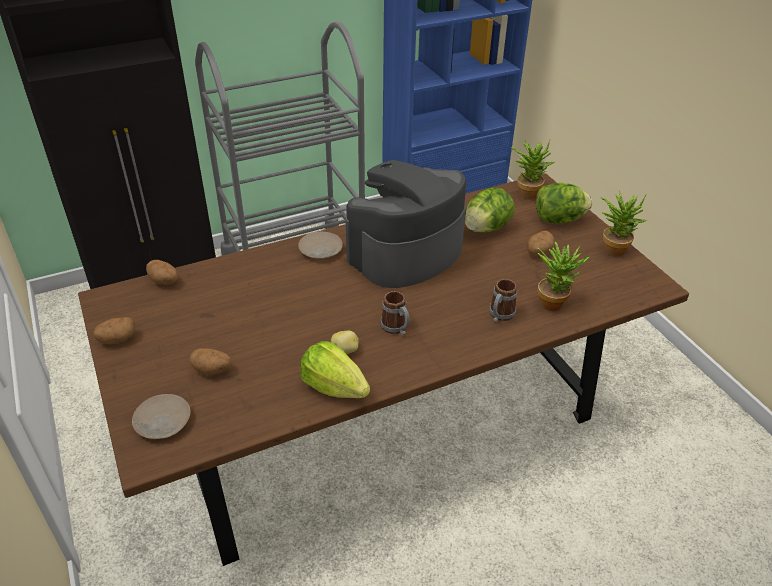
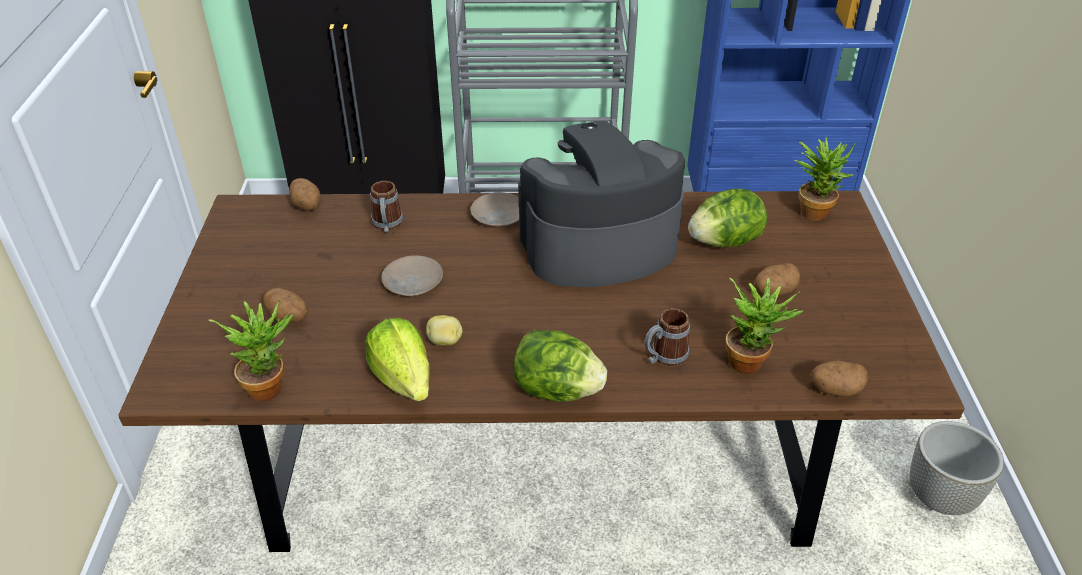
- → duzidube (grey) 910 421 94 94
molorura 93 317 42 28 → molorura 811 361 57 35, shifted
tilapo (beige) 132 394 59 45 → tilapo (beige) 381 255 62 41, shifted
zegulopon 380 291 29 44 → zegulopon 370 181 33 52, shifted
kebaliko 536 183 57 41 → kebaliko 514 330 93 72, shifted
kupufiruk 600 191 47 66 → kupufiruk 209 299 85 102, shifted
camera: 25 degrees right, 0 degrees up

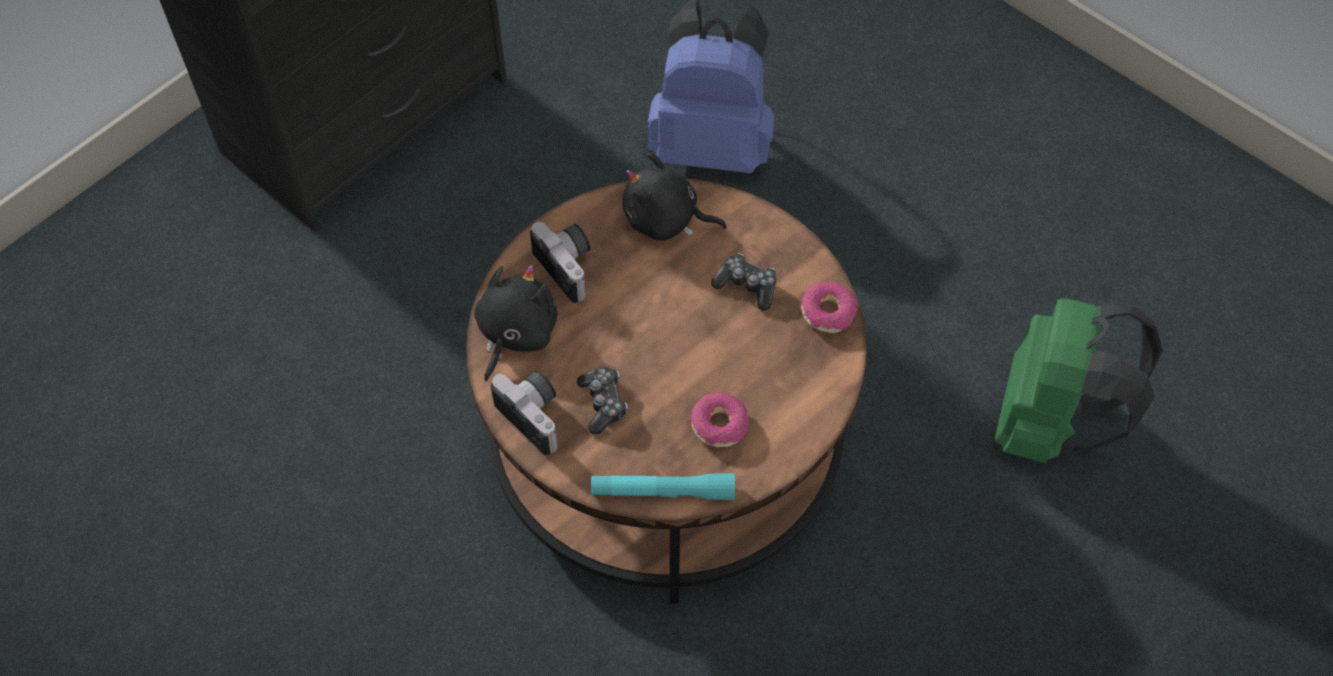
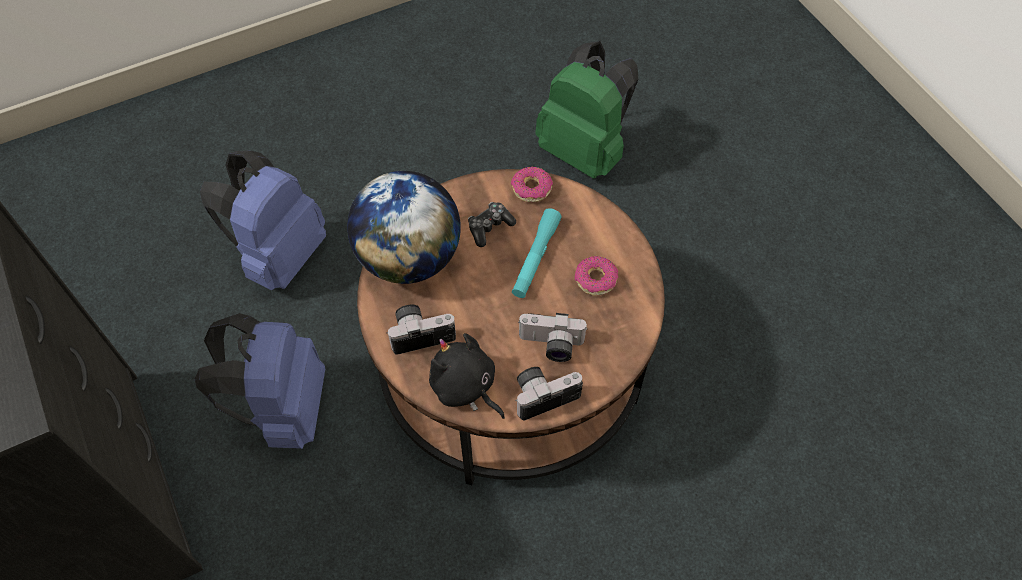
- → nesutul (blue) 195 313 130 136
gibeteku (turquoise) 591 473 144 27 → gibeteku (turquoise) 512 208 50 90, shifted
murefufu 577 367 51 67 → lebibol 519 313 68 49
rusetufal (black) 622 153 105 88 → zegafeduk 347 171 114 113
camera: 70 degrees left, 0 degrees up

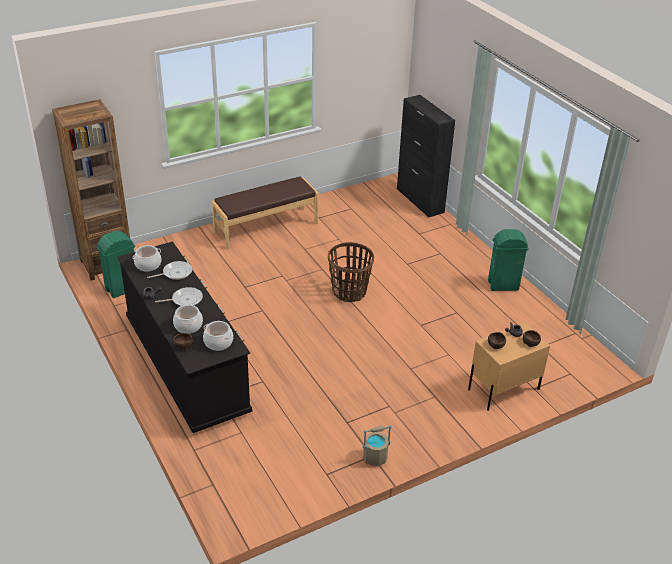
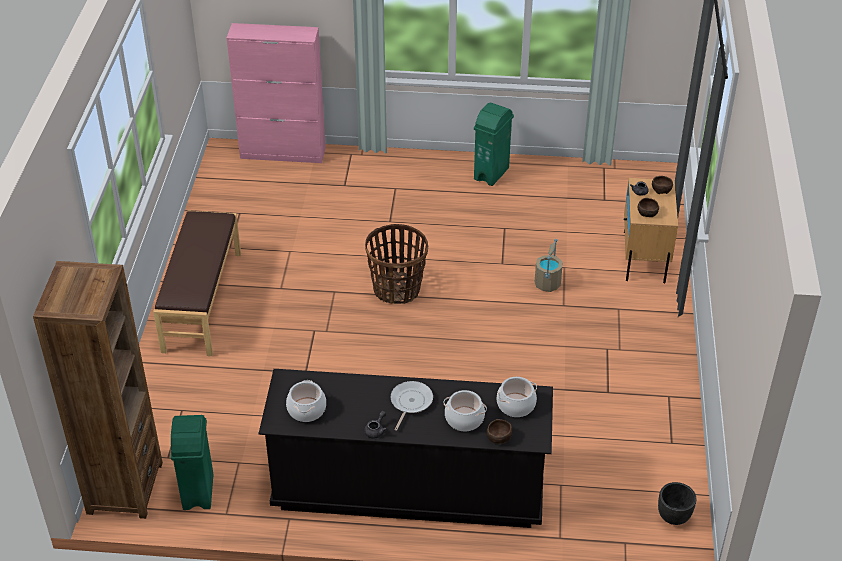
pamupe 147 261 46 19 → -
- → duzidube (black) 658 482 38 43
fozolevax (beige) 362 425 30 41 → fozolevax (beige) 535 239 28 53, shifted
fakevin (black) 397 95 58 122 → fakevin (pink) 227 23 99 140
camera: 55 degrees left, 5 degrees up

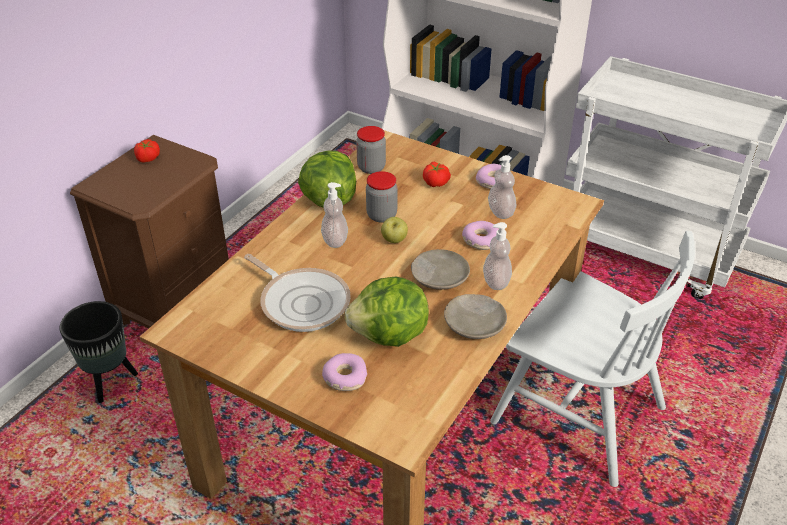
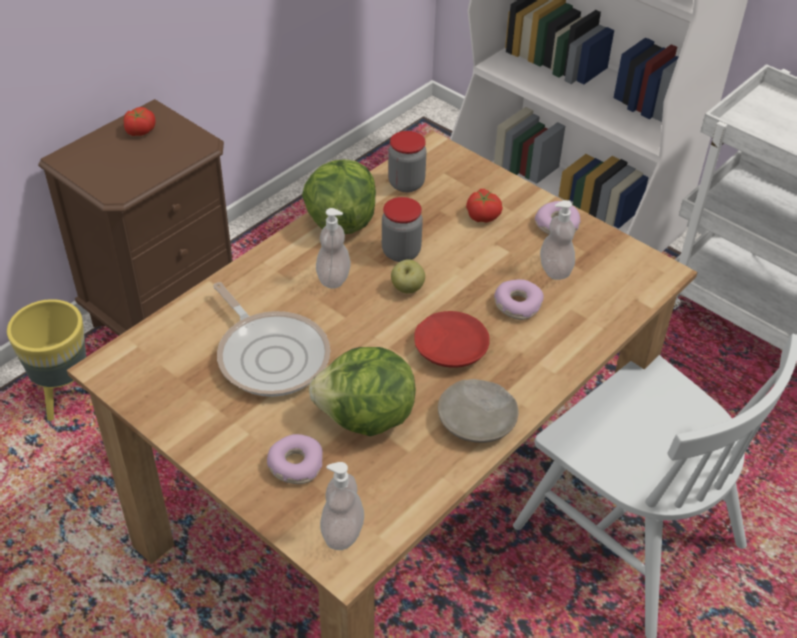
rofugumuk 483 222 29 68 → rofugumuk 320 462 44 88, shifted
duzidube (black) 59 301 79 102 → duzidube (yellow) 7 299 79 122
tilapo (beige) 411 249 59 41 → tilapo (red) 414 311 76 57
camera: 10 degrees right, 5 degrees up

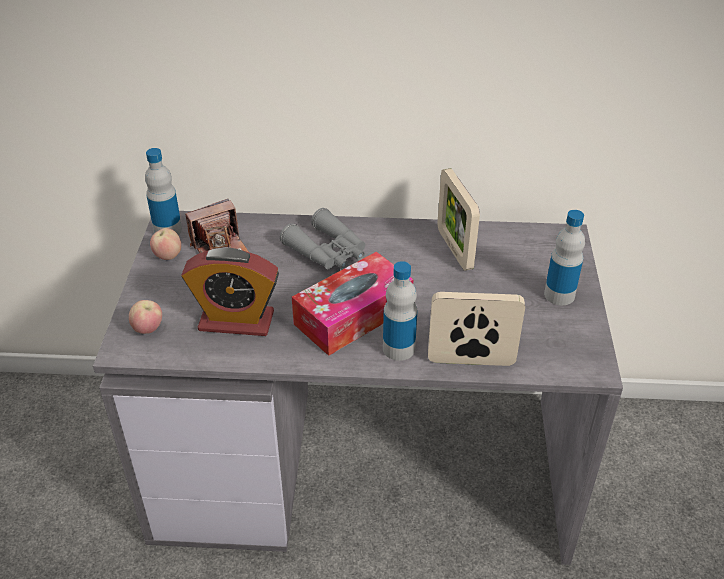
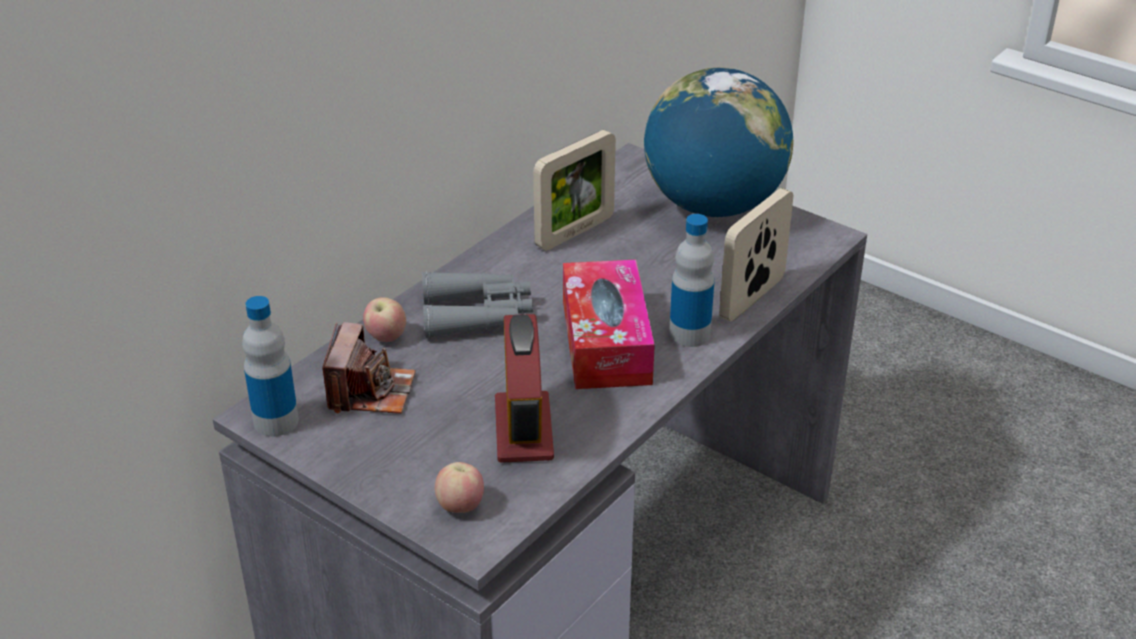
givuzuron 150 228 31 32 → givuzuron 363 297 43 45, shifted
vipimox 544 210 41 95 → zegafeduk 644 68 150 149
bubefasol 182 247 97 89 → bubefasol 495 314 59 149, 45 degrees counterclockwise
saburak 437 168 43 103 → saburak 533 130 83 120, 60 degrees counterclockwise
camera: 55 degrees left, 5 degrees down

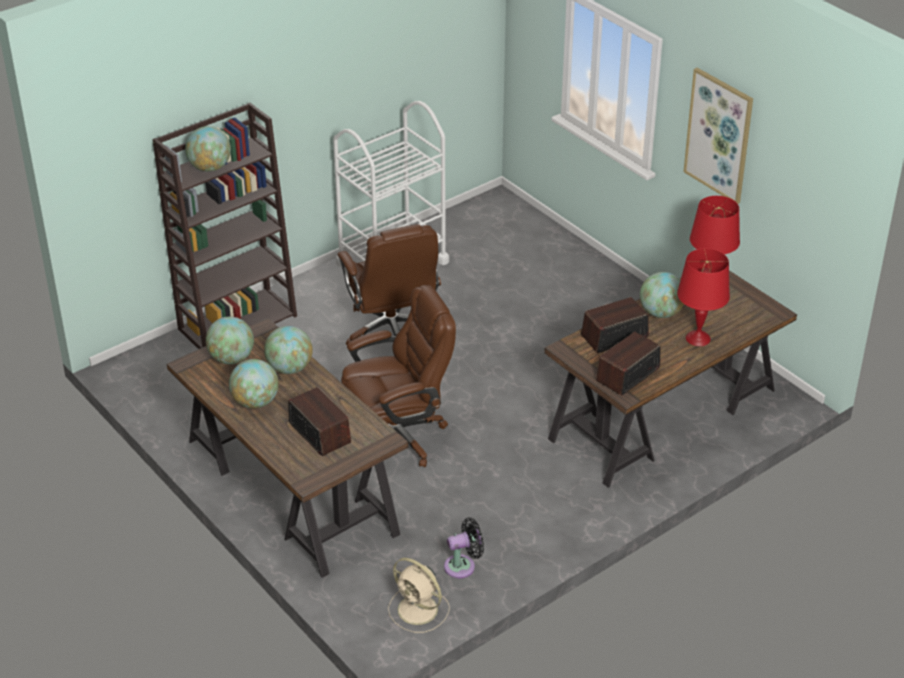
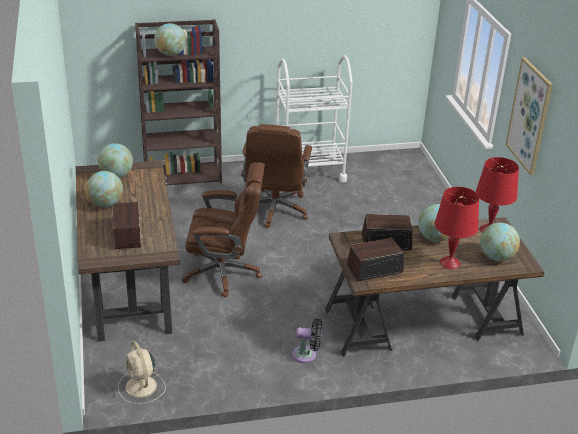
zegafeduk 264 326 49 48 → zegafeduk 480 223 40 38, shifted
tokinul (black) 444 517 40 61 → tokinul (black) 292 319 30 44, shifted
camera: 25 degrees right, 5 degrees down

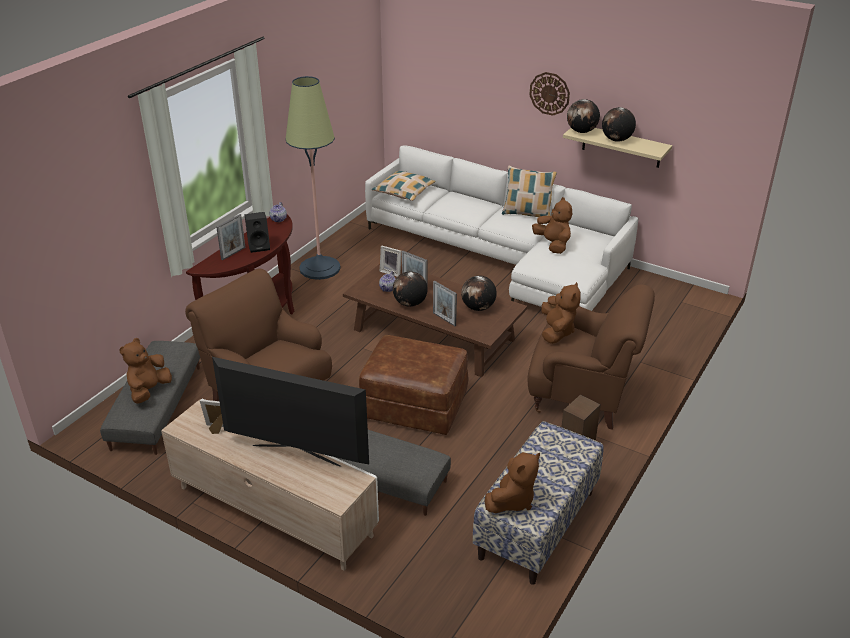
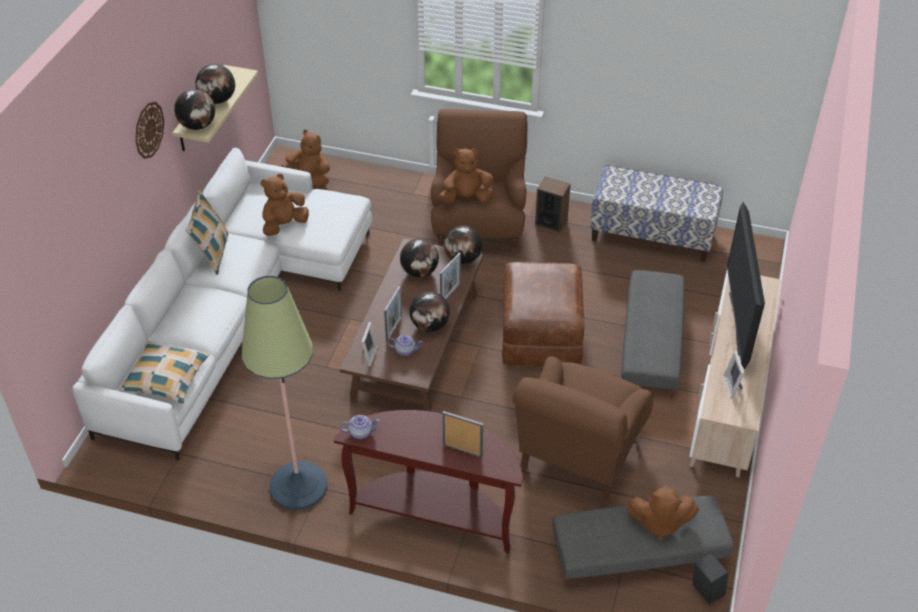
- → zegafeduk 444 225 38 39
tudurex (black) 245 212 25 41 → tudurex (black) 693 553 35 51, shifted
rusetufal (brown) 485 452 55 61 → rusetufal (brown) 282 130 48 57, shifted
camera: 105 degrees left, 10 degrees up

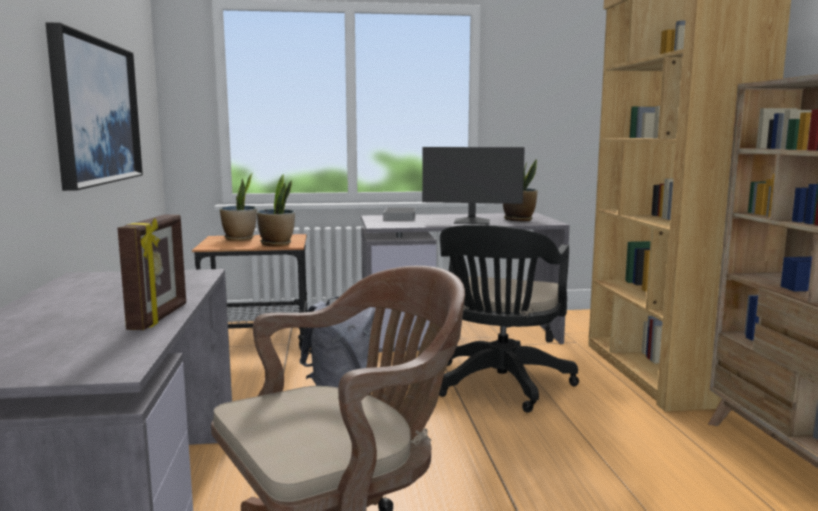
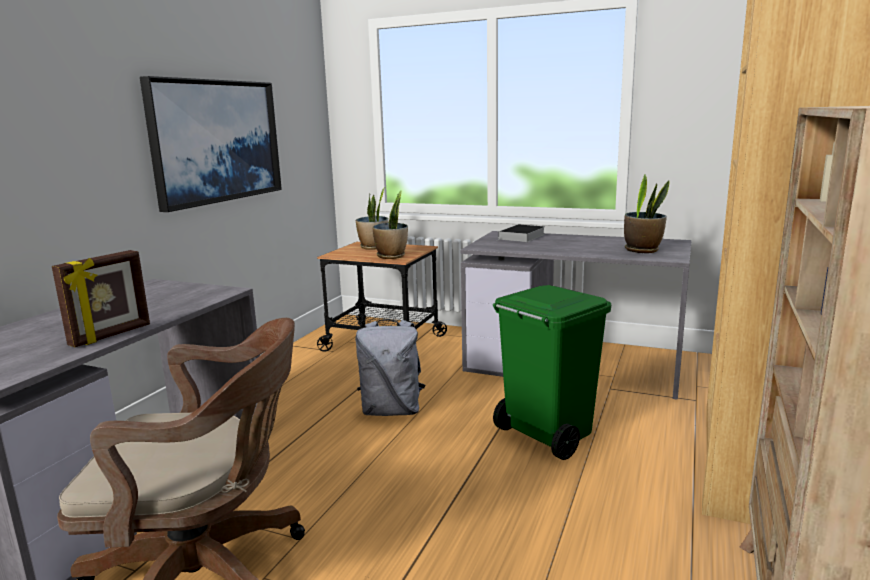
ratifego 422 147 103 77 → -
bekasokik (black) 439 224 140 188 → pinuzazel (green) 493 285 118 175
camera: 30 degrees right, 5 degrees up

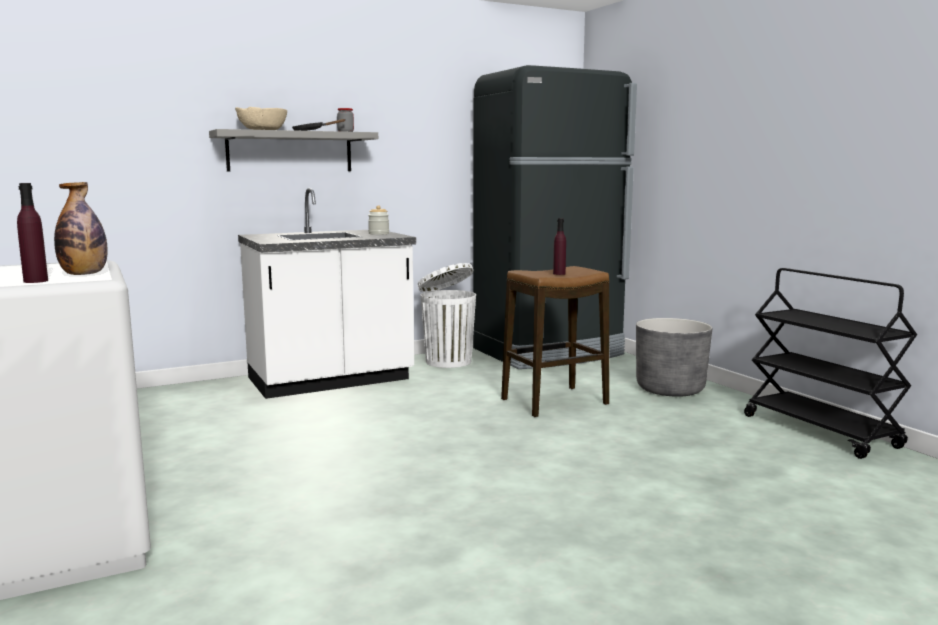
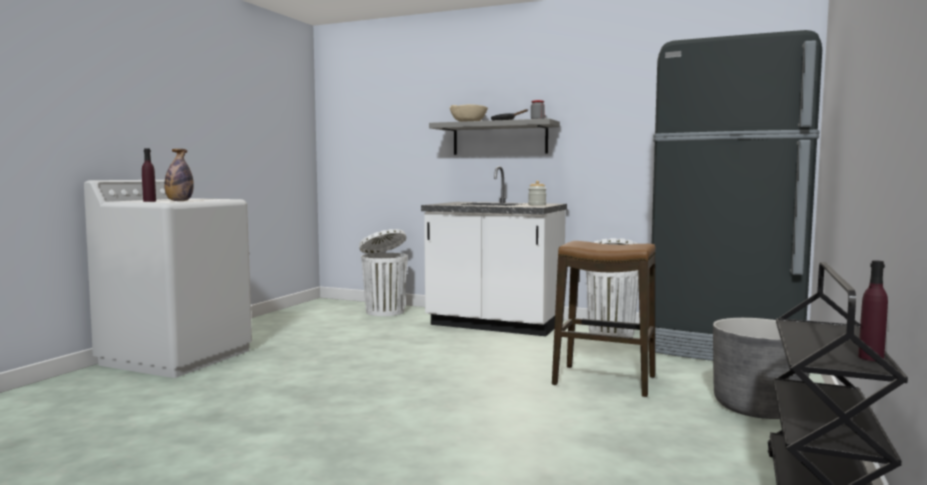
- → pinuzazel (white) 359 229 49 87
vipimox (purple) 553 218 13 57 → vipimox (purple) 858 260 30 101, shifted
camera: 50 degrees right, 5 degrees down

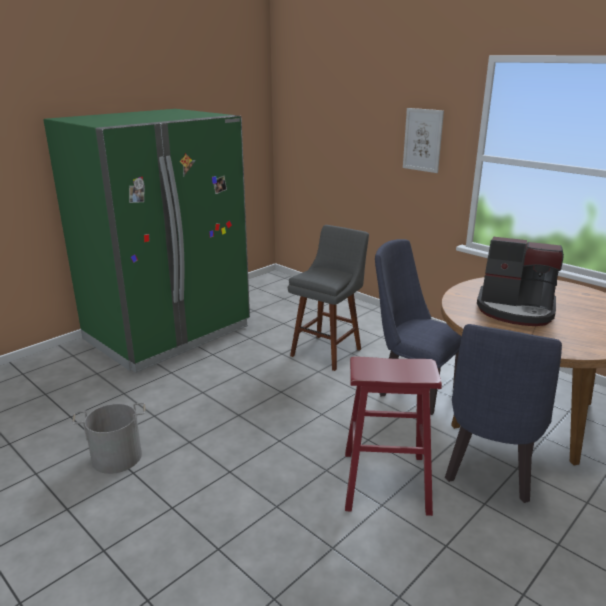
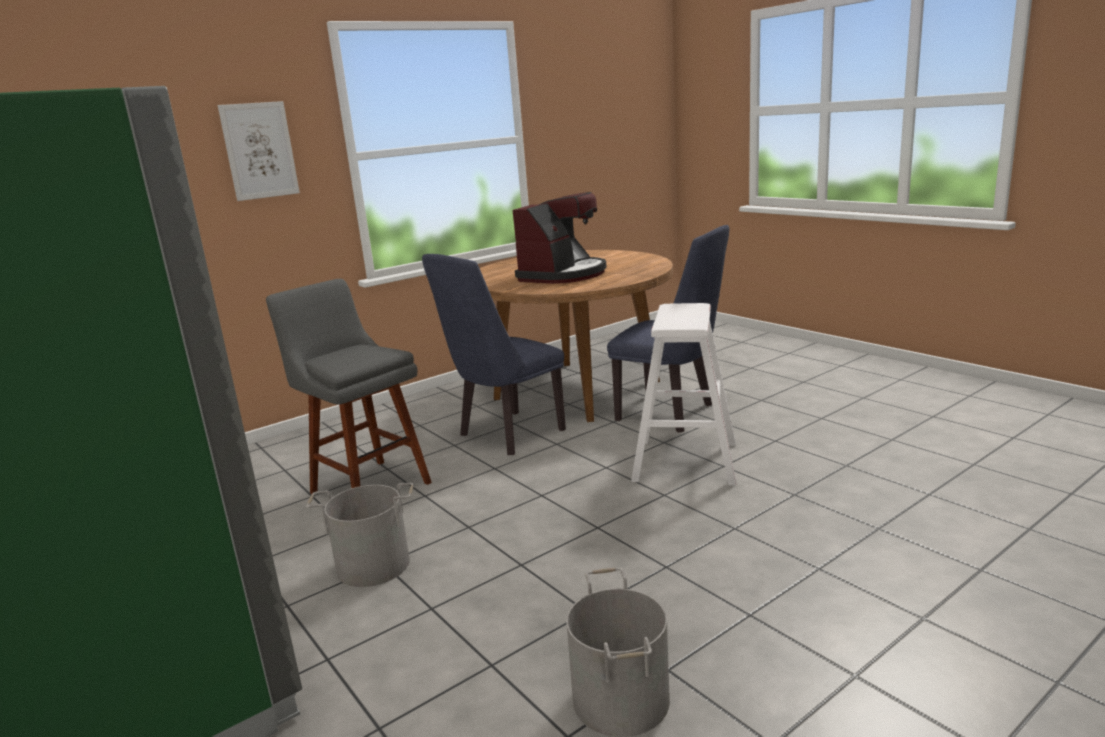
- → fozolevax (grey) 306 483 107 104
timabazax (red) 345 356 97 160 → timabazax (white) 631 303 105 183
camera: 80 degrees left, 5 degrees down

